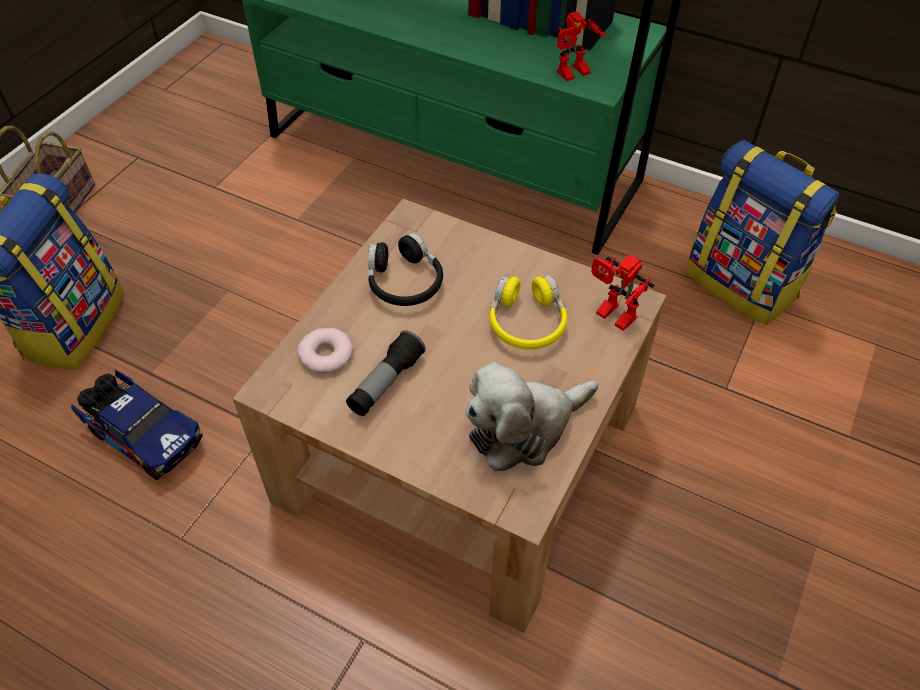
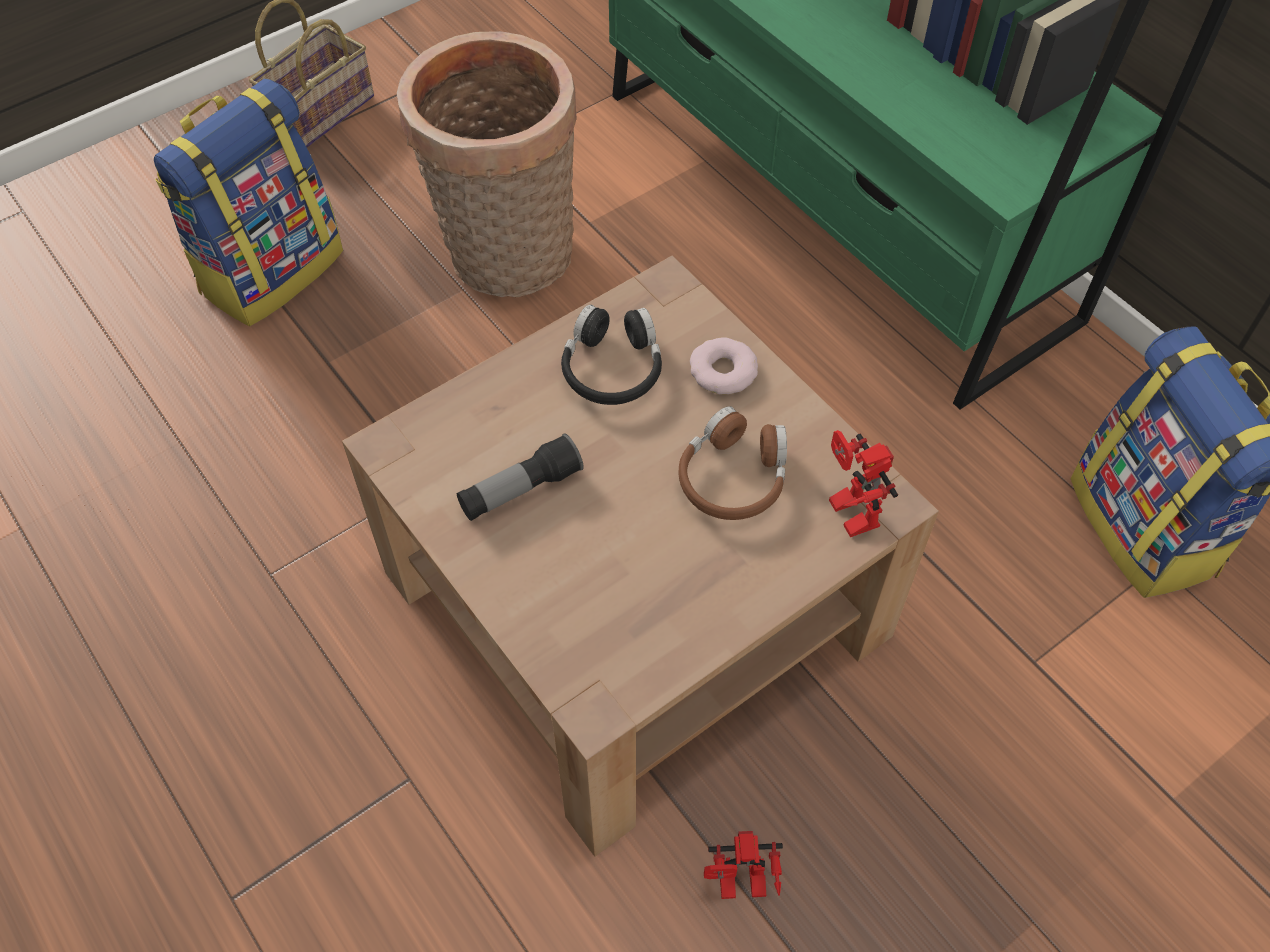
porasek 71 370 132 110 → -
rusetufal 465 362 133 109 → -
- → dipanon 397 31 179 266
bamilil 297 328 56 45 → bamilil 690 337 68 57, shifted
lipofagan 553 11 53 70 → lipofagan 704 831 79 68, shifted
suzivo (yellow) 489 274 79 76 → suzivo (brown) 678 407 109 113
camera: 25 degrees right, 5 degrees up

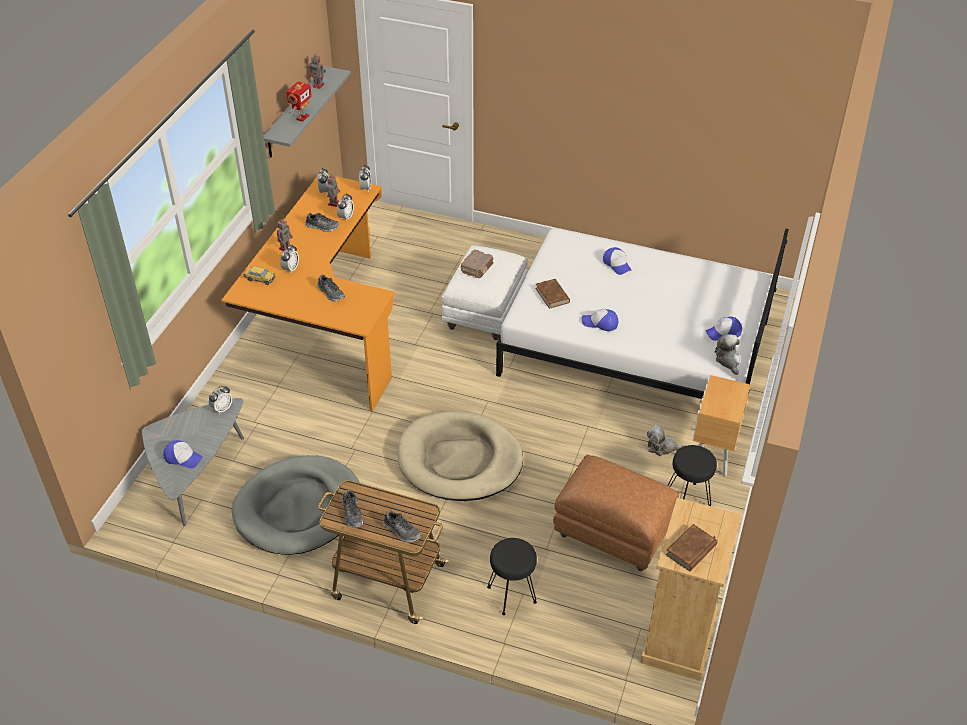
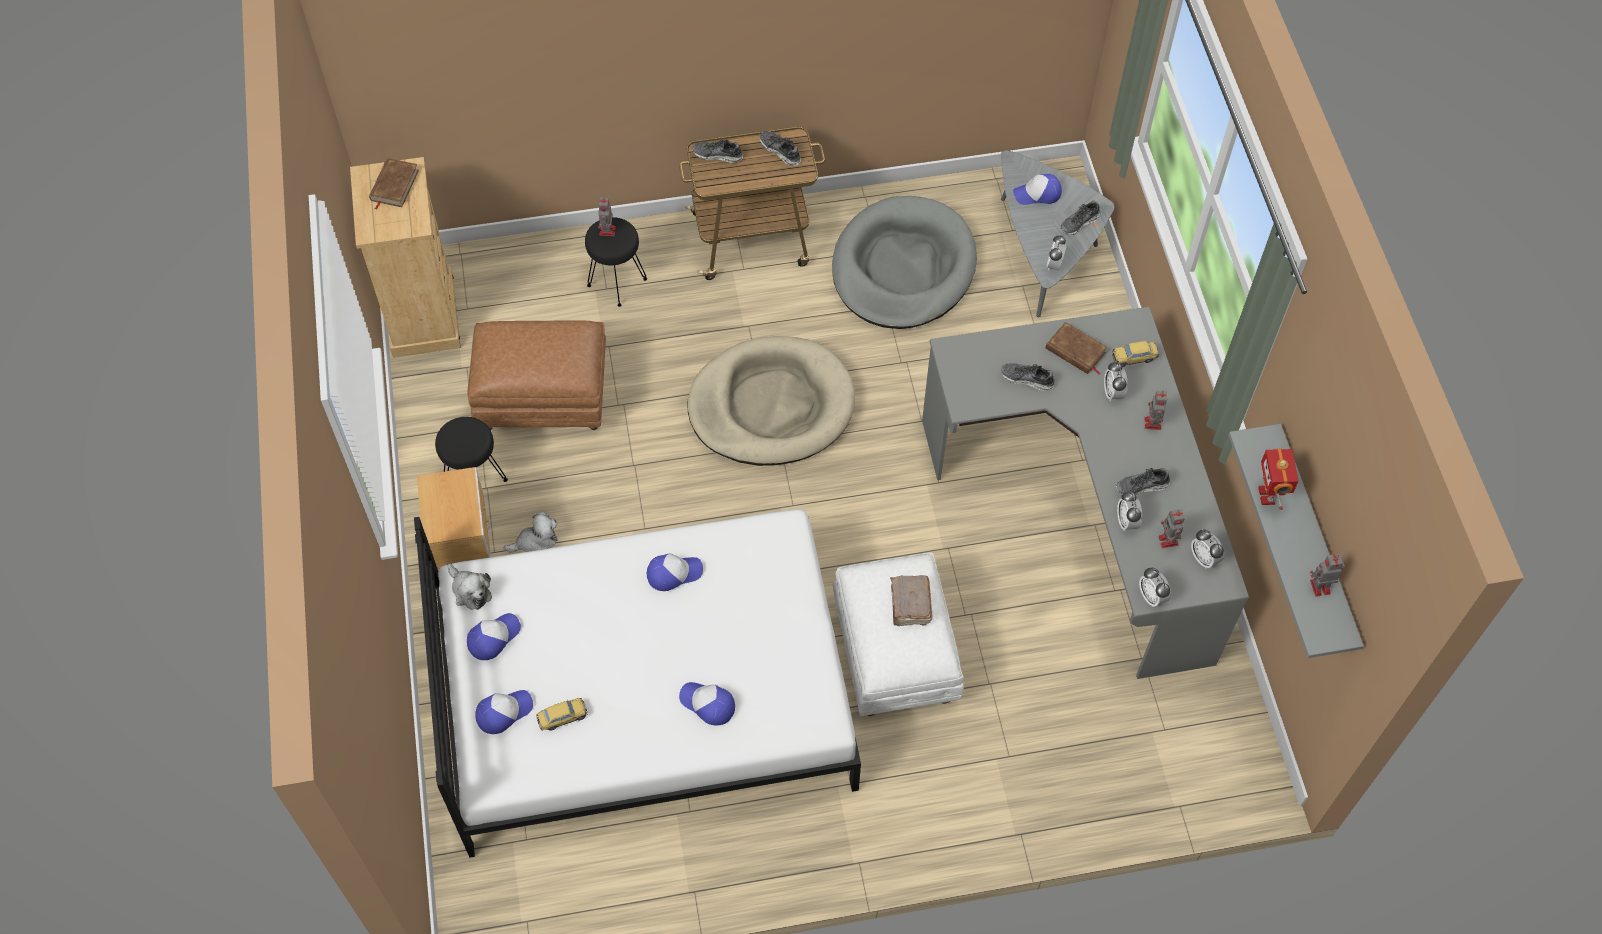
- → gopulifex 475 690 58 44
- → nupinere 536 698 51 33
- → lipofagan 598 197 18 39
- → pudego 1060 201 40 34
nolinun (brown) 535 279 35 30 → nolinun (brown) 1046 322 62 52, shifted
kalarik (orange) 221 173 174 238 → kalarik (grey) 922 307 327 372
camera: 150 degrees right, 15 degrees up

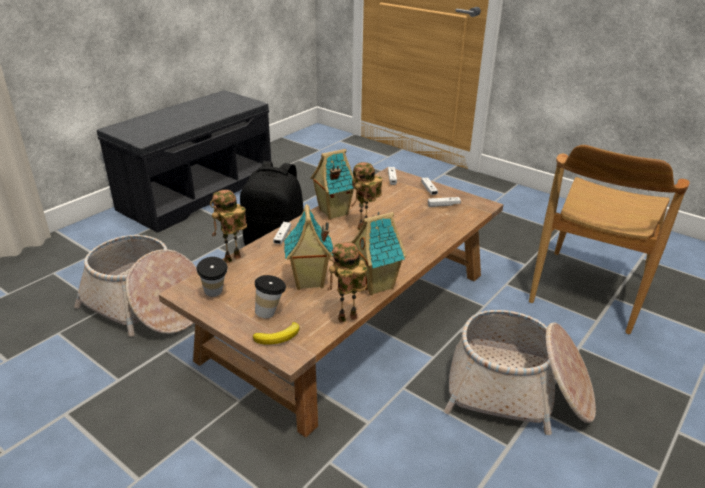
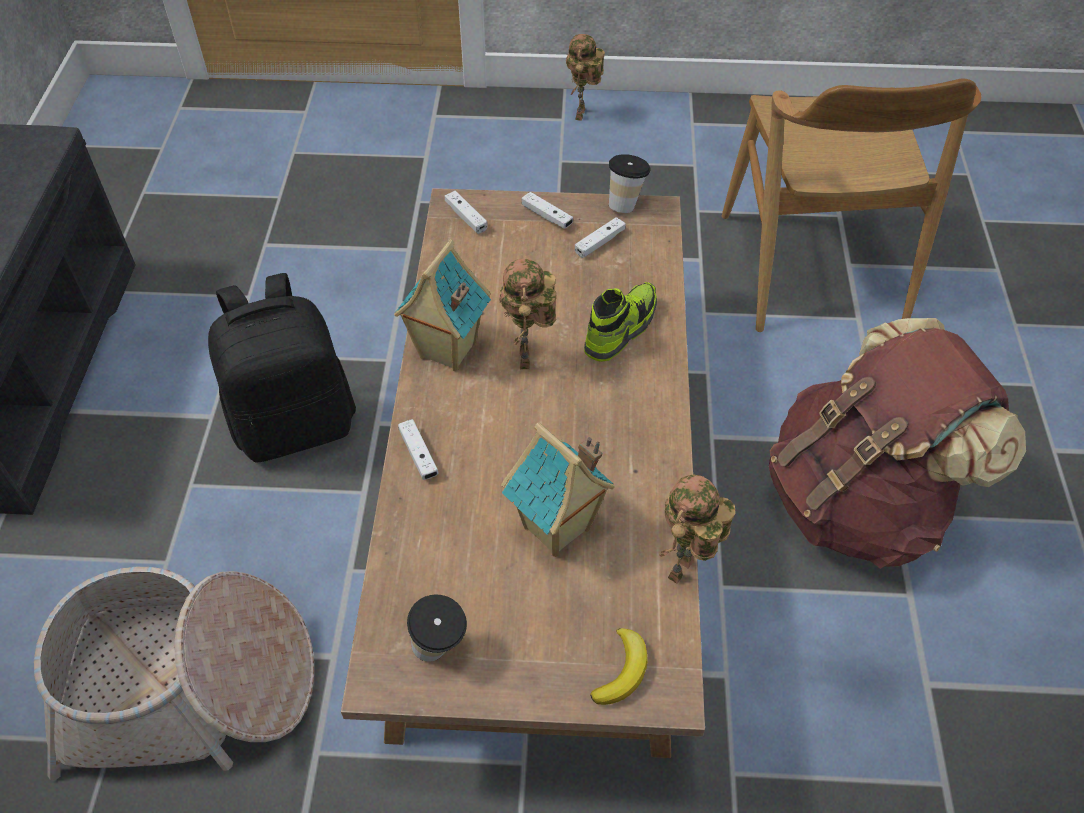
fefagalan 351 212 56 83 → -
- → pudego 584 282 73 80
lipofagan 210 190 37 73 → lipofagan 566 34 39 87, shifted
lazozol 255 275 31 43 → lazozol 609 154 42 59, shifted
dipanon 444 310 152 125 → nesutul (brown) 769 318 257 251
camera: 35 degrees left, 20 degrees up

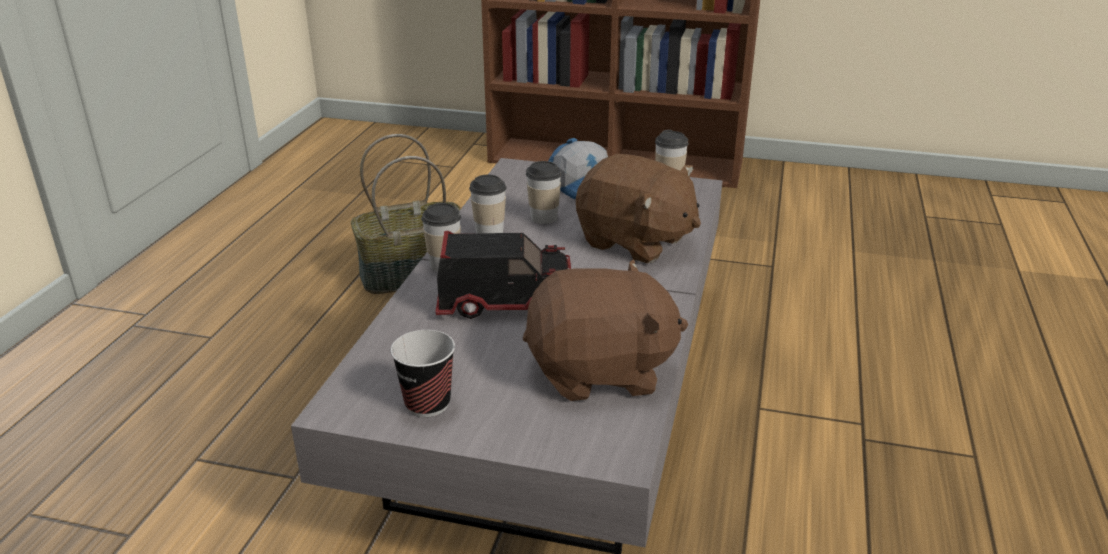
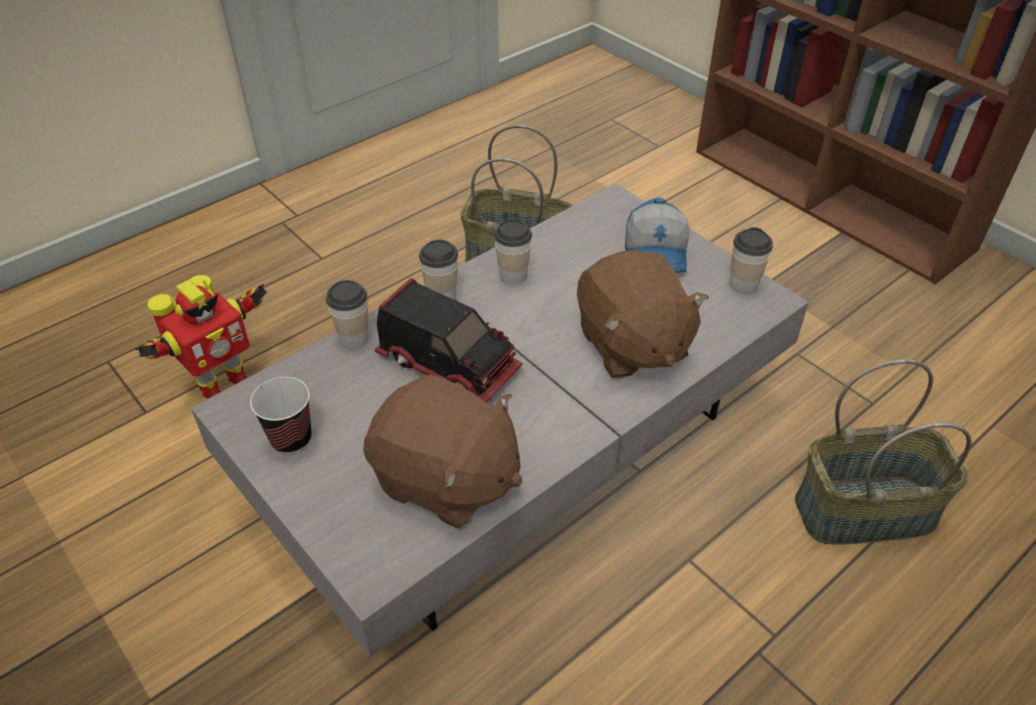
- → lipofagan 135 275 132 124
- → dipanon 795 359 177 186
lazozol 526 161 36 63 → lazozol 326 280 43 69, shifted
camera: 35 degrees right, 15 degrees up

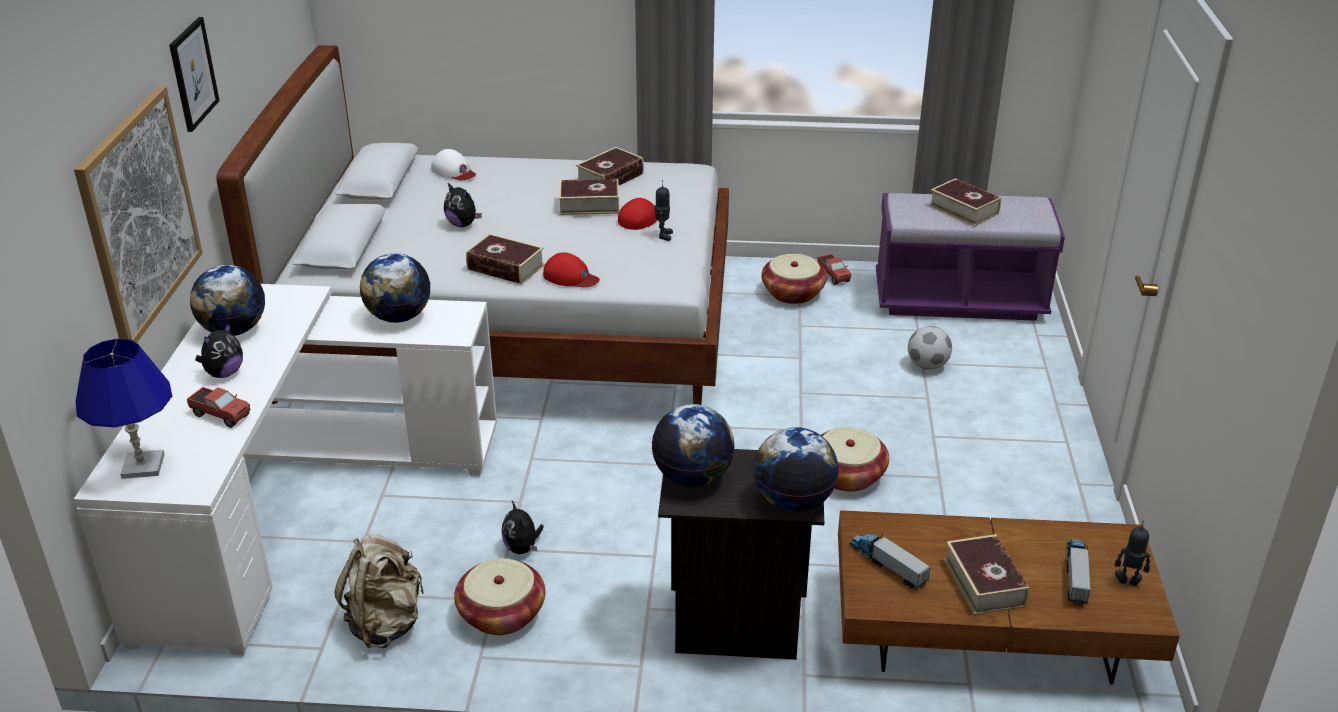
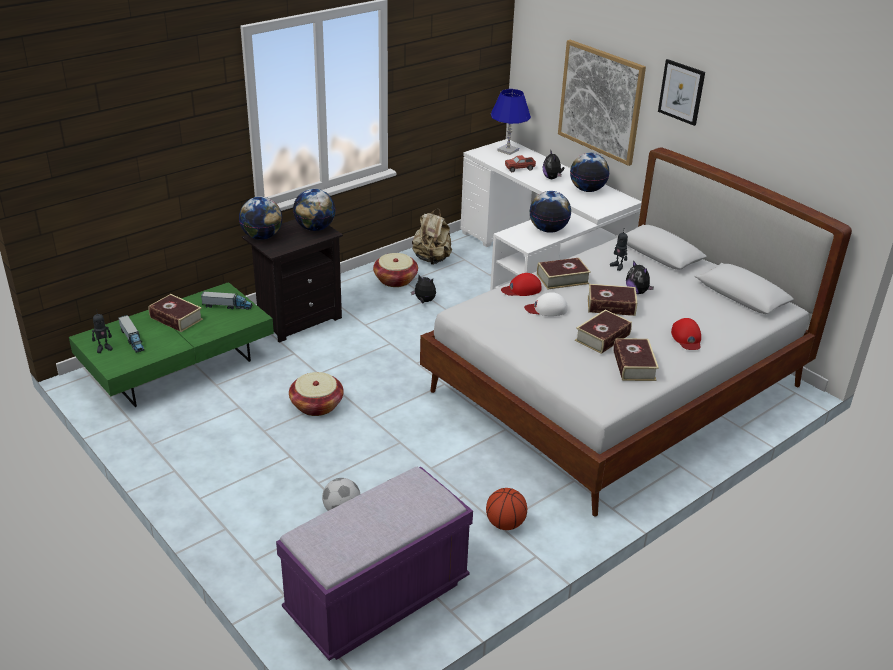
porasek 817 254 34 31 → -
gopulifex (white) 431 149 45 31 → gopulifex (white) 524 292 44 24, shifted
gopulifex (red) 618 198 39 32 → gopulifex (red) 671 318 30 32, shifted
lipofagan 655 180 18 61 → lipofagan 610 232 18 39, shifted
nolinun 929 178 72 48 → nolinun 588 284 49 32, shifted
dipanon 761 254 66 50 → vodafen 486 488 41 42
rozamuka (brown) 838 510 342 174 → rozamuka (green) 69 282 205 125
rusetufal 444 183 38 44 → rusetufal 626 260 28 34, 120 degrees counterclockwise
camera: 135 degrees right, 0 degrees up

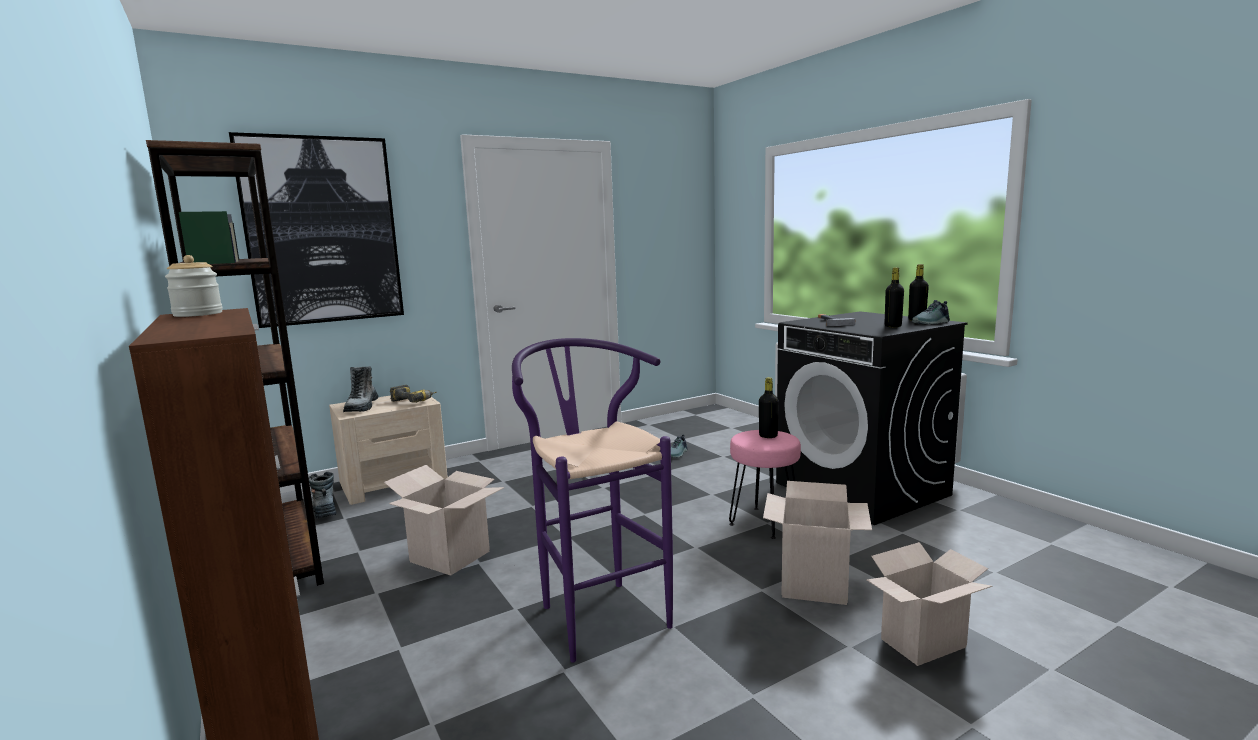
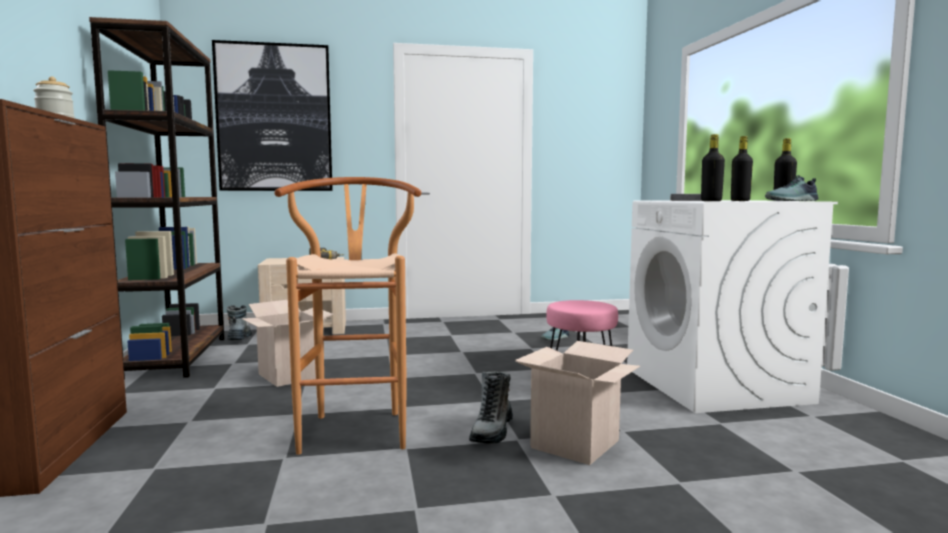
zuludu 866 542 127 124 → -
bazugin 343 366 35 46 → bazugin 469 371 44 73, shifted
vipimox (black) 759 377 20 61 → vipimox (black) 701 134 24 67, shifted
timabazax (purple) 512 338 161 325 → timabazax (brown) 274 177 147 278
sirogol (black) 776 312 191 213 → sirogol (white) 627 200 211 213
camera: 20 degrees right, 5 degrees down

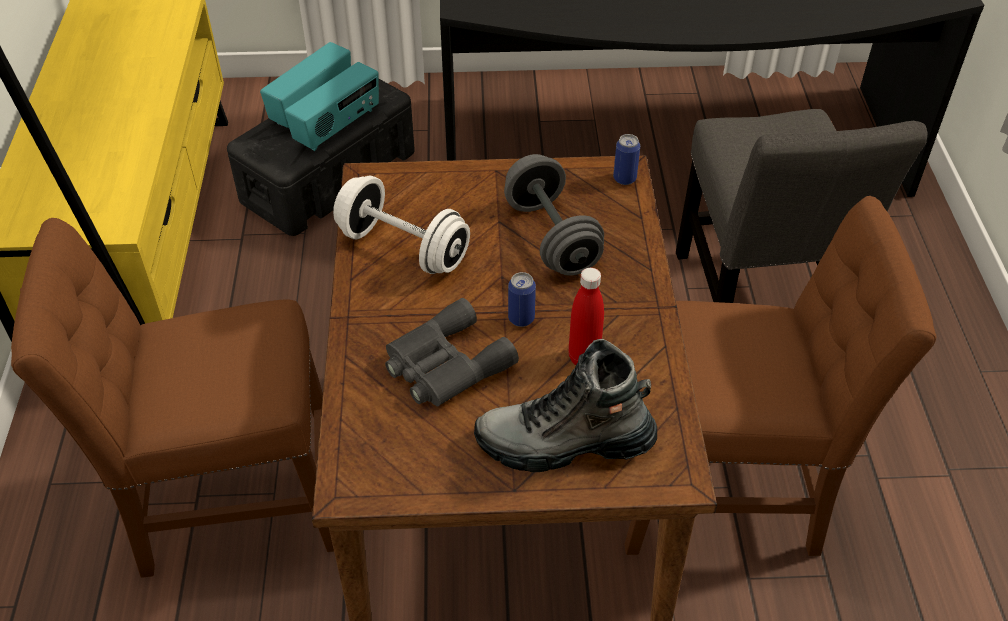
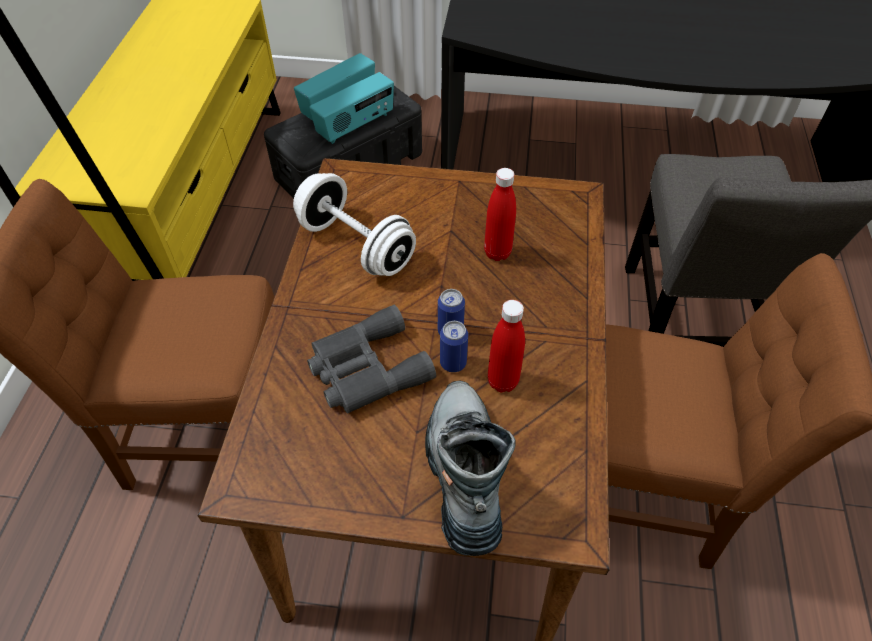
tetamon 613 134 27 51 → tetamon 440 321 28 51, shifted
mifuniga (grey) 504 154 100 122 → vipimox (red) 484 168 32 93
bazugin 474 339 183 133 → bazugin 425 380 91 176, 75 degrees clockwise
camera: 10 degrees right, 5 degrees up

